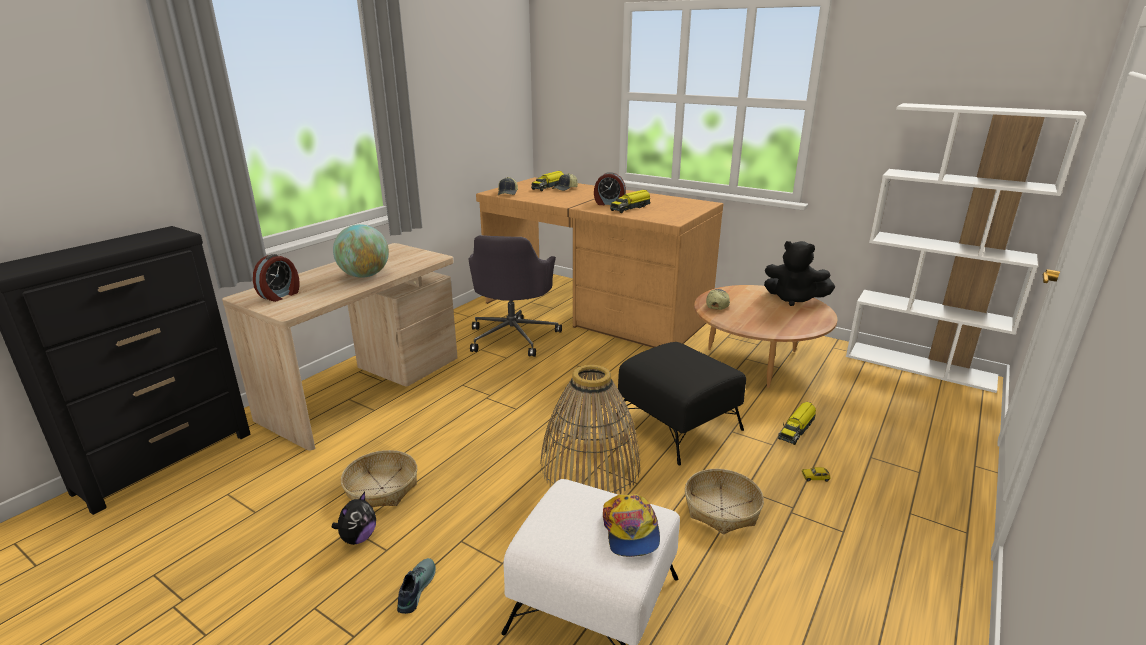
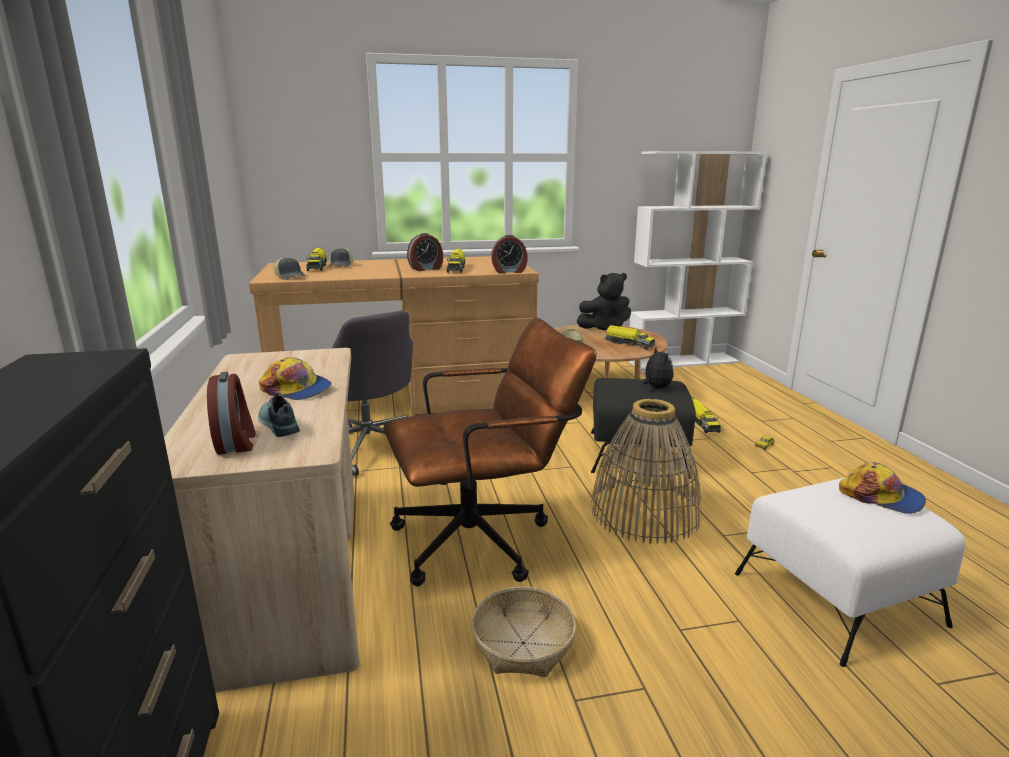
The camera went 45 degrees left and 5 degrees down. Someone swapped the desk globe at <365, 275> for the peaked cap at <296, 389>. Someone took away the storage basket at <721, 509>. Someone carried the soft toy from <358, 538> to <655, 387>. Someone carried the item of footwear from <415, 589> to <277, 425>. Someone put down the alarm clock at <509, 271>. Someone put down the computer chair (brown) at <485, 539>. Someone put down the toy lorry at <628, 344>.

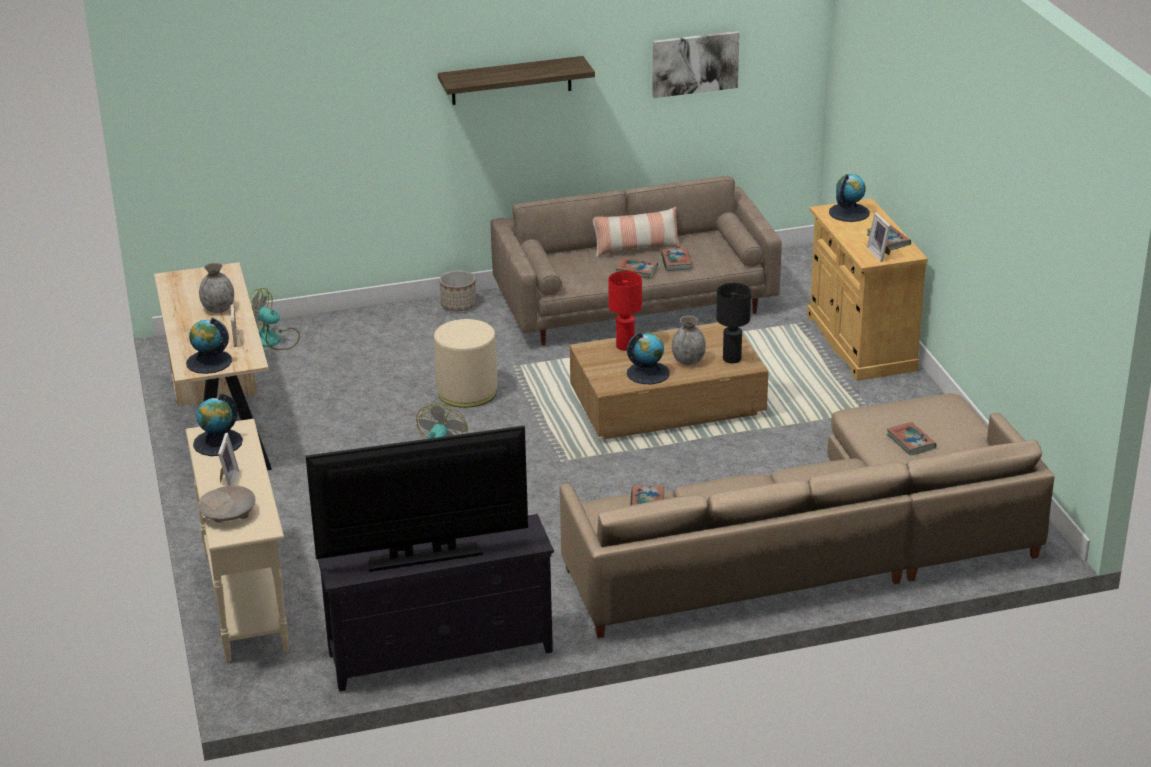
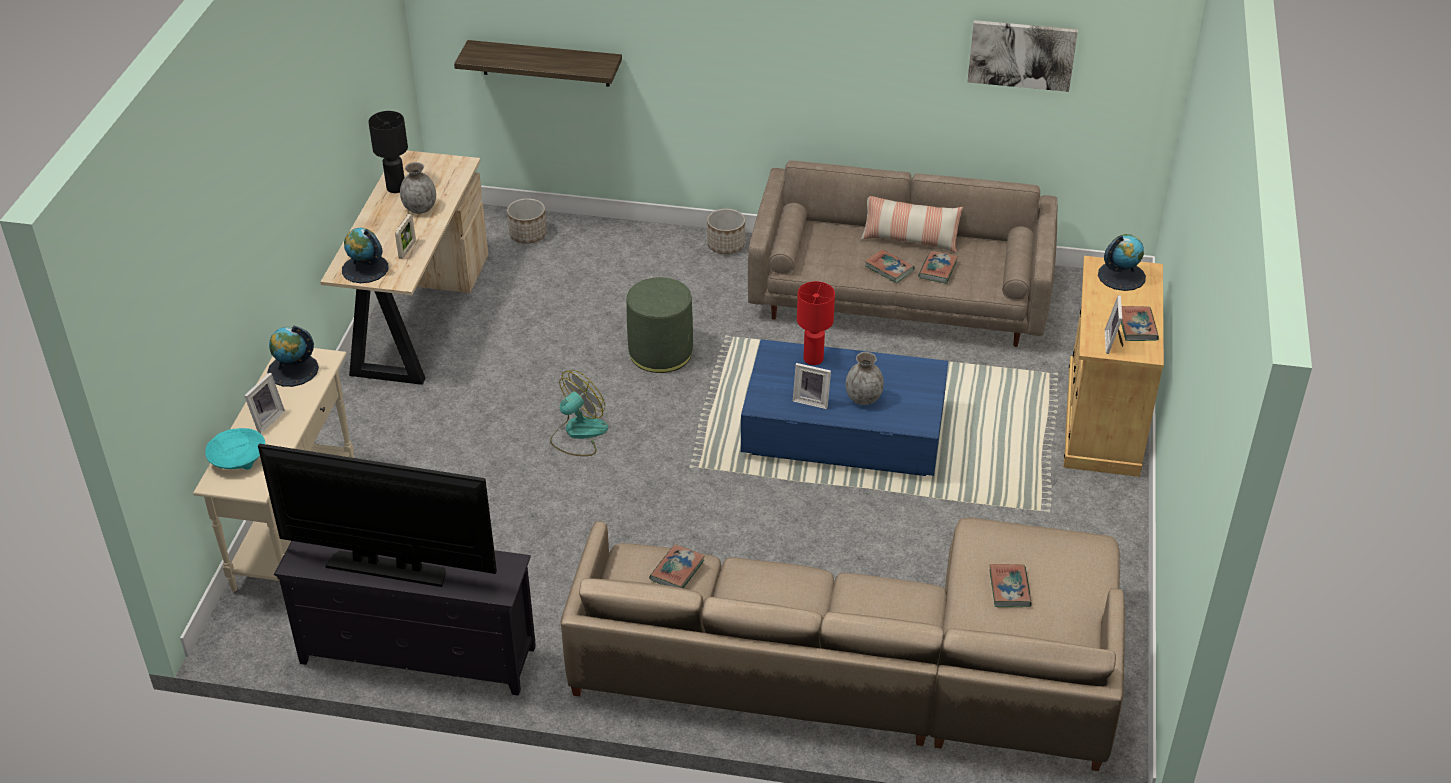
The camera went 25 degrees right and 10 degrees up. Someone carried the wall shelf from <511, 80> to <545, 63>. Someone carried the table lamp (black-coloured) from <732, 359> to <396, 188>. Someone swapped the electric fan at <273, 340> for the flower pot at <528, 235>. Someone repainted the ottoman (sand-coloured) at <467, 392>, which became the ottoman (green-coloured) at <660, 352>. Someone repainted the low table (brown) at <668, 404>, which became the low table (bluish) at <844, 432>. Someone swapped the desk globe at <648, 373> for the standing frame at <811, 400>. Someone repainted the bowl (sand-coloured) at <228, 514>, which became the bowl (blue-green) at <238, 458>.

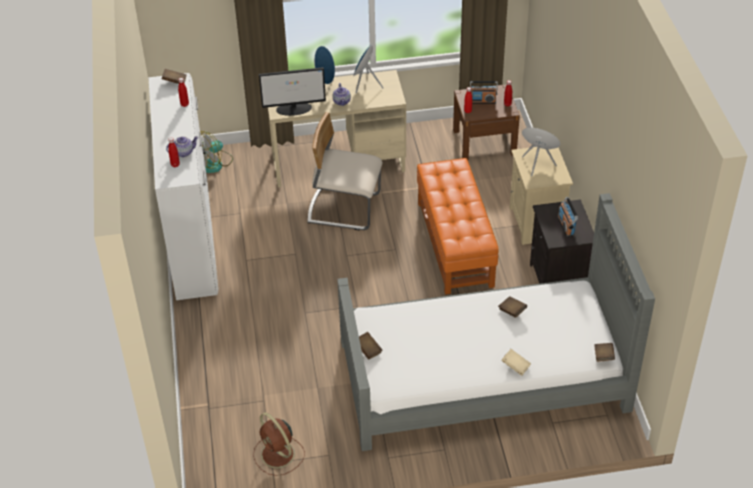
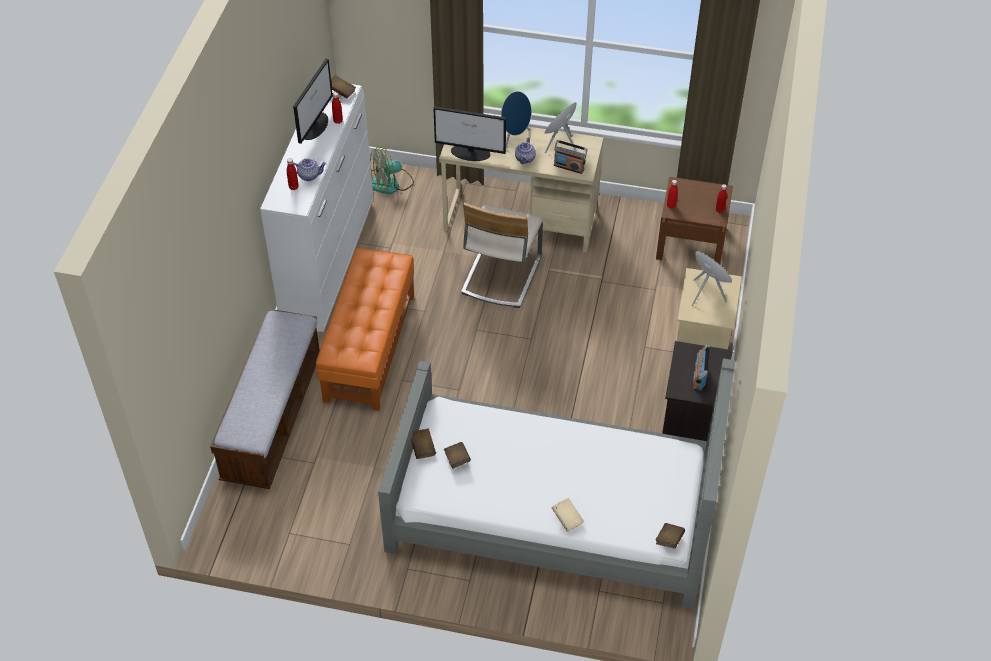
The camera went 20 degrees right and 5 degrees up. Someone carried the radio receiver from <483, 101> to <569, 167>. Someone rotated the upright chair (sand-coloured) at <344, 208> by 105 degrees counterclockwise. Someone carried the ottoman (orangey) from <454, 244> to <369, 347>. Someone carried the volume (brown) from <512, 311> to <457, 459>. Someone took away the electric fan (brown) at <278, 455>. Someone put down the computer display at <314, 125>. Someone put down the indoor bench at <273, 417>.

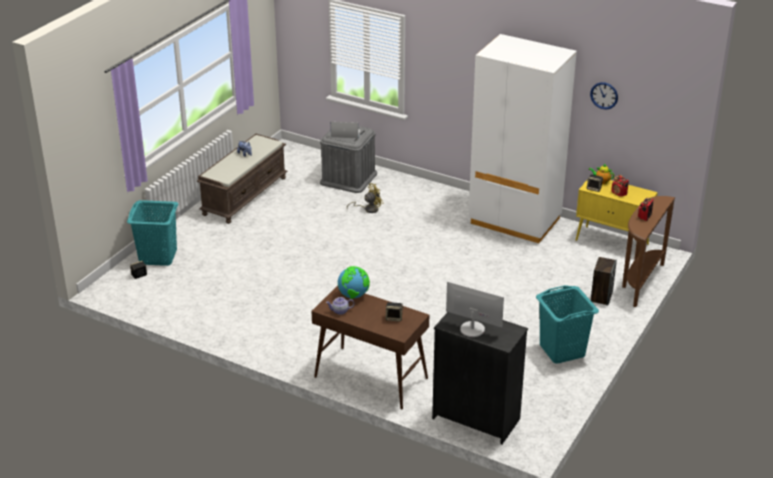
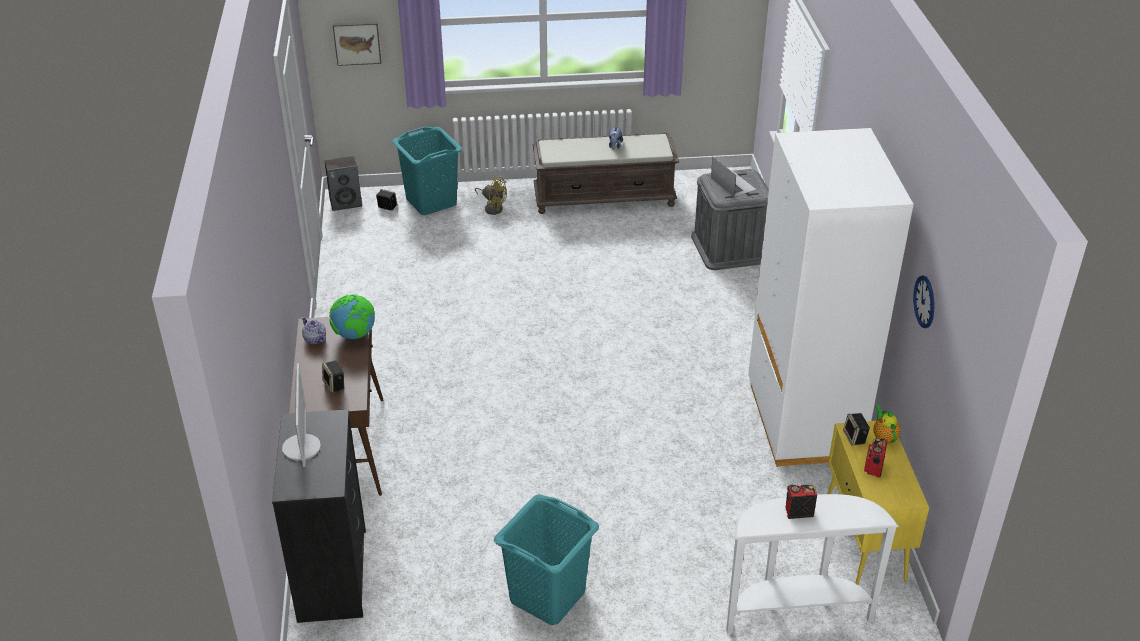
The camera went 55 degrees right and 5 degrees up. Someone carried the electric fan (yellowish) from <368, 209> to <492, 207>. Someone repainted the hall table (brown) at <639, 282>, which became the hall table (whitish) at <795, 612>. Someone carried the speaker from <601, 296> to <346, 203>. Someone put up the picture at <357, 42>.

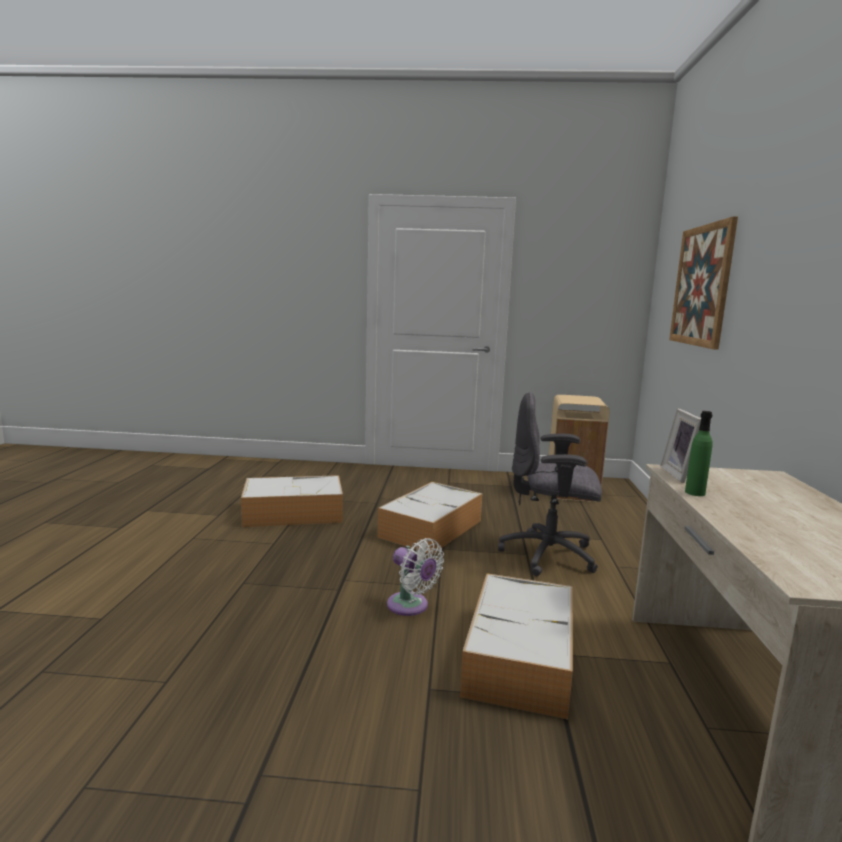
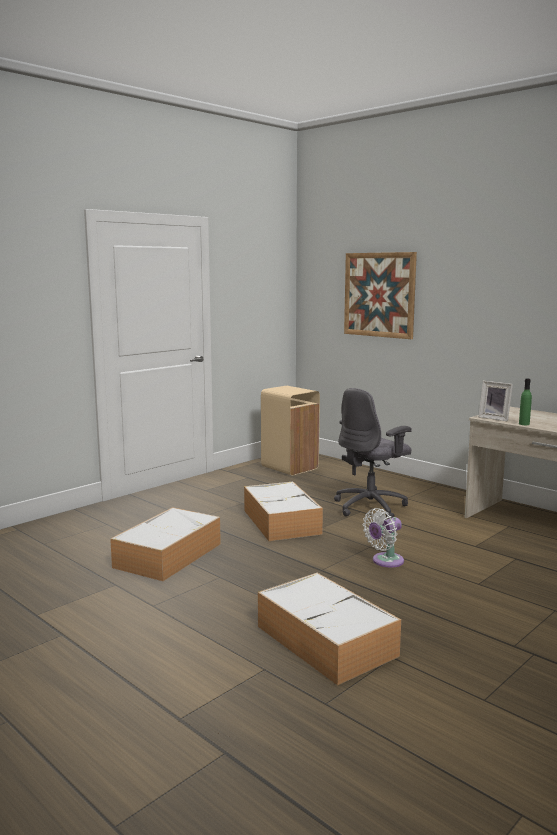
The camera went 50 degrees left and 0 degrees up. Someone rotated the electric fan (whitish) at <410, 606> by 150 degrees clockwise. Someone carried the storage container from <520, 658> to <327, 641>.

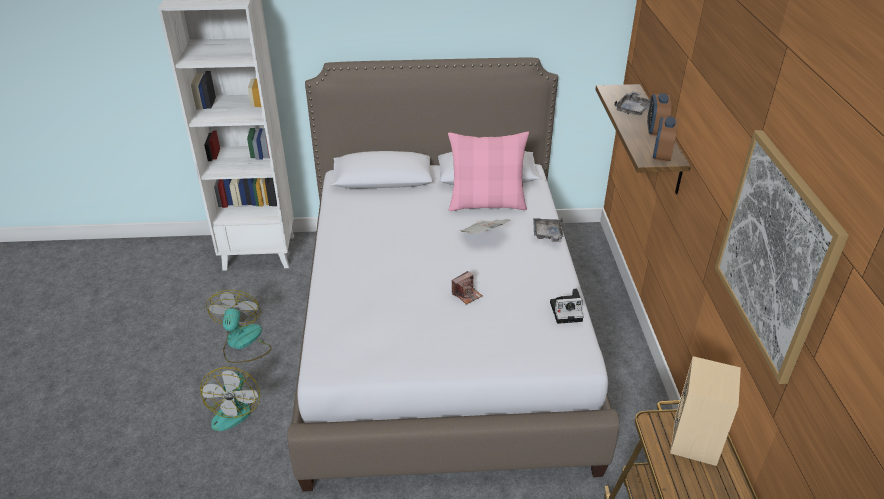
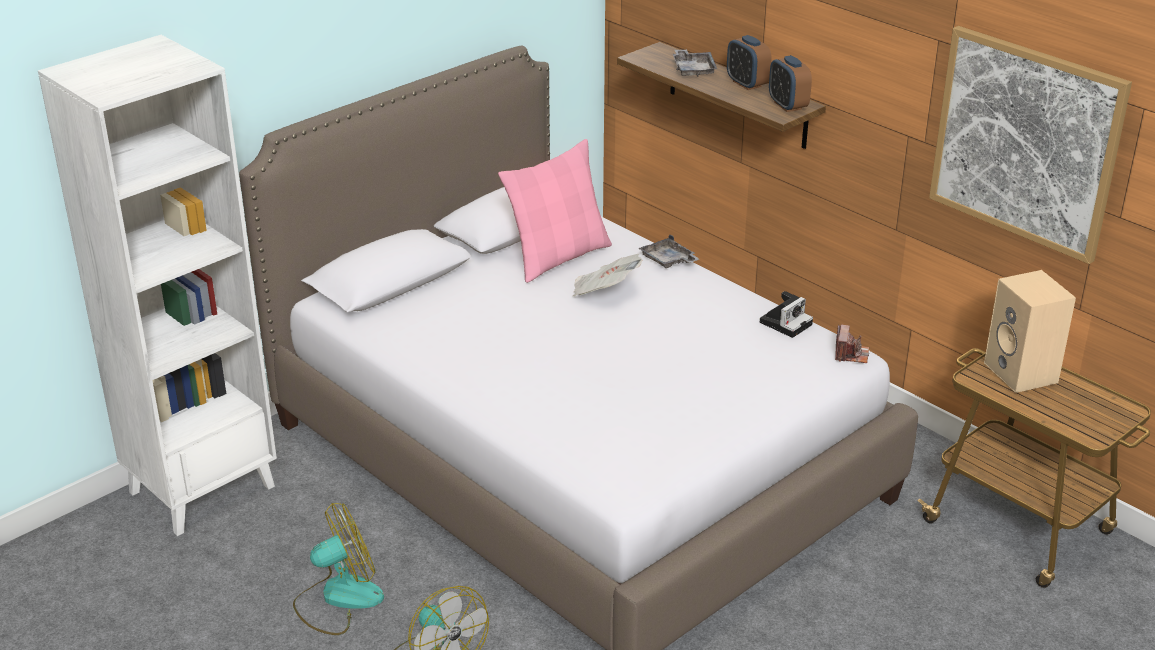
The camera went 40 degrees left and 5 degrees down. Someone carried the photo camera from <466, 294> to <851, 354>. Someone rotated the electric fan at <242, 343> by 105 degrees clockwise.

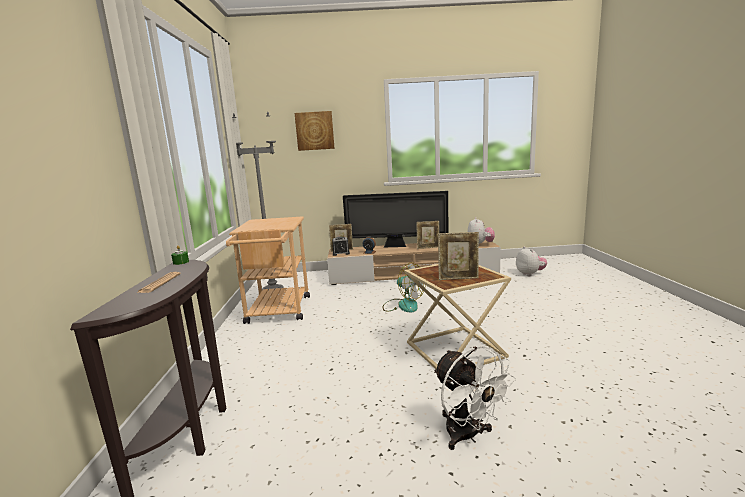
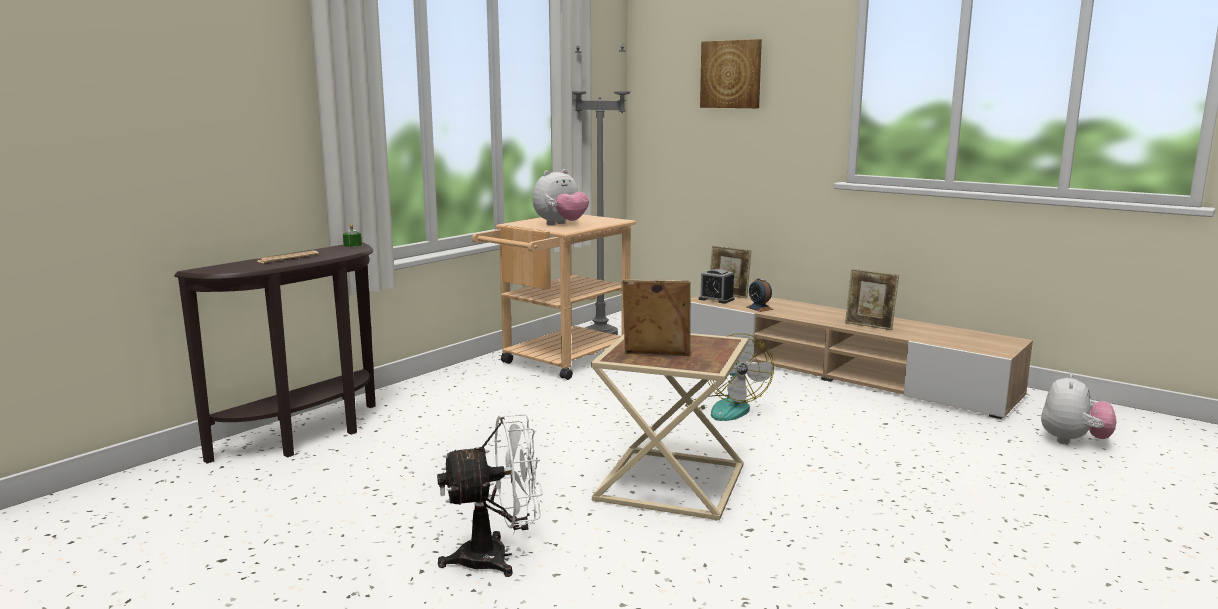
The camera went 40 degrees right and 0 degrees up. Someone took away the TV at <396, 246>. Someone carried the soft toy from <480, 245> to <560, 225>. Someone rotated the standing frame at <458, 278> by 150 degrees clockwise. Someone rotated the electric fan (whitish) at <468, 436> by 120 degrees counterclockwise.

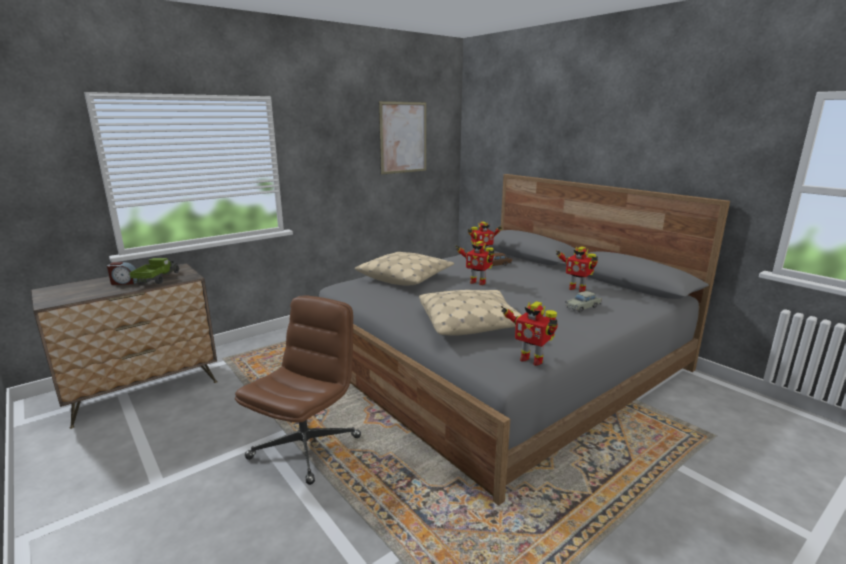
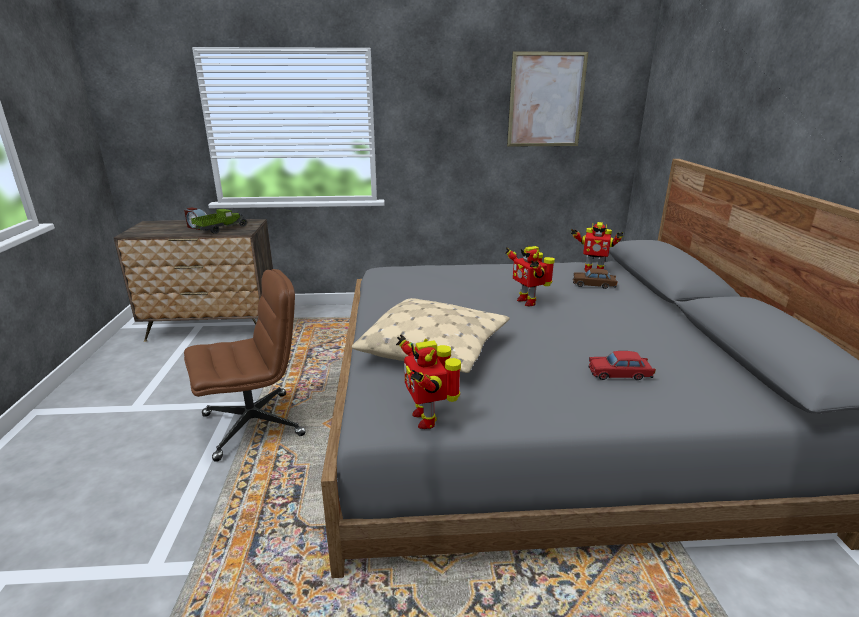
The camera went 35 degrees right and 5 degrees up. Someone took away the robot figure at <576, 289>. Someone took away the cushion (sand-coloured) at <405, 277>. Someone repainted the miniature car (sand-coloured) at <583, 307>, which became the miniature car (red) at <619, 374>.

